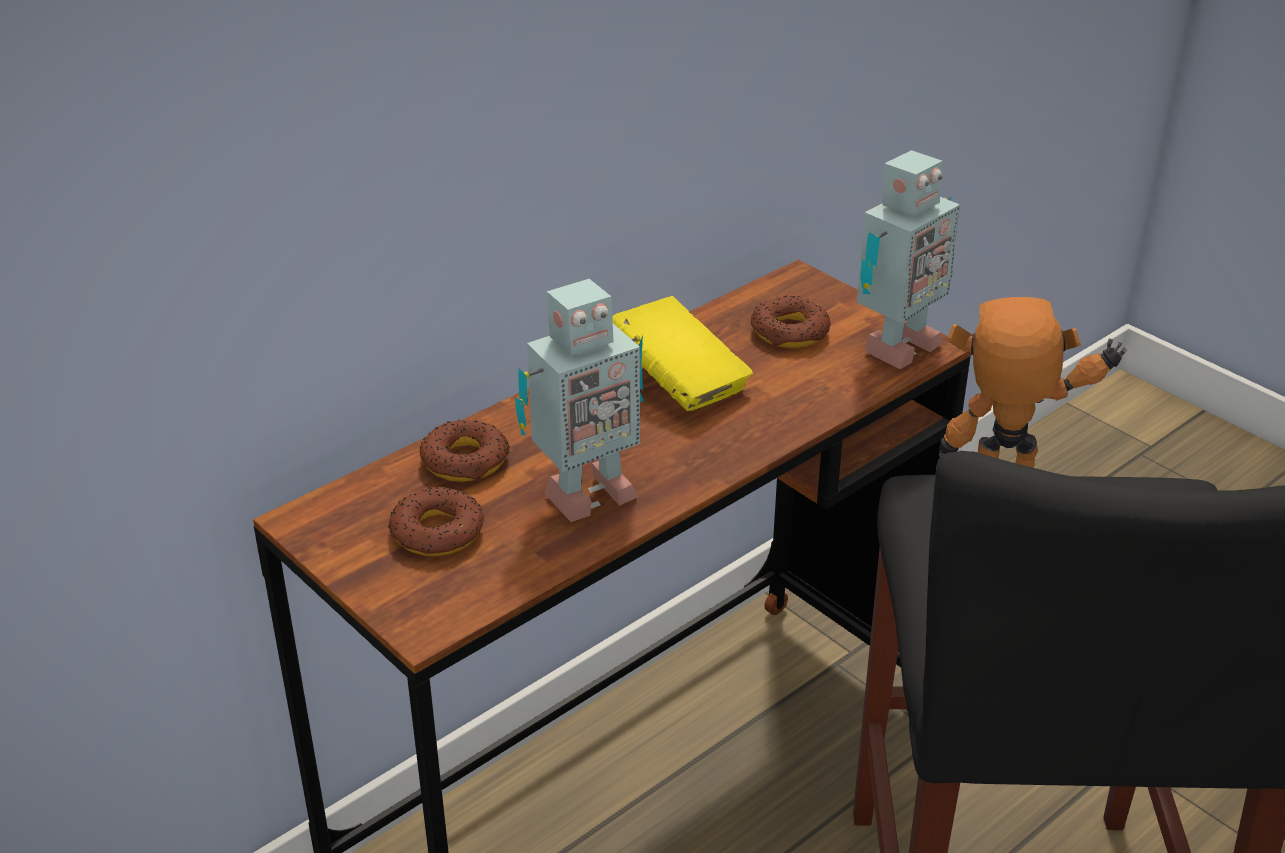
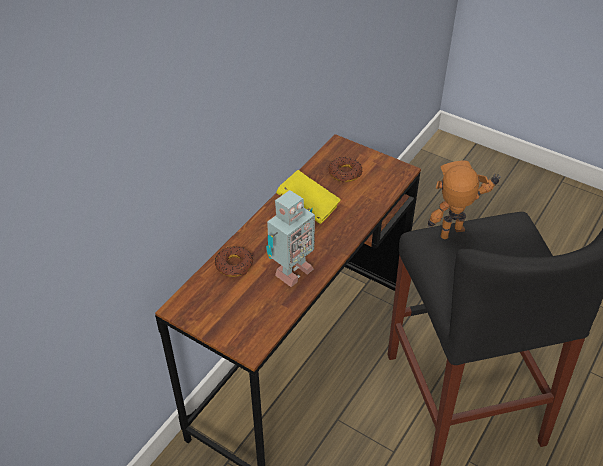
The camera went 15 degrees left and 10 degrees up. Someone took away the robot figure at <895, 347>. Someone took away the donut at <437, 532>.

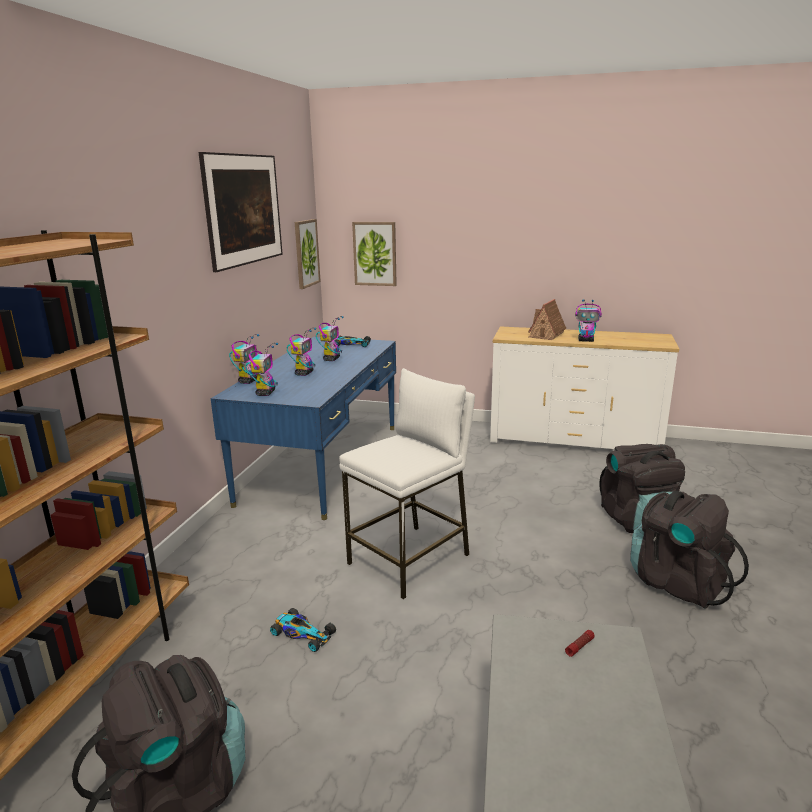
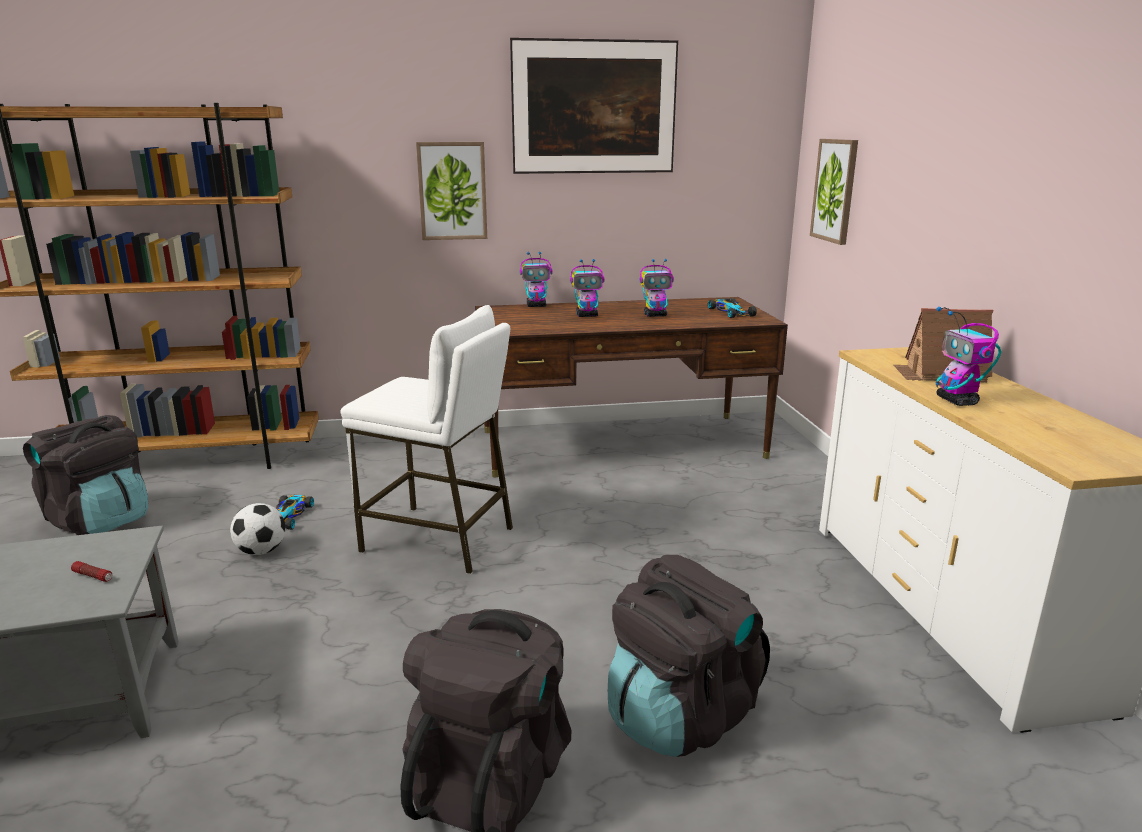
The camera went 65 degrees right and 0 degrees up. Someone carried the picture from <306, 253> to <452, 191>. Someone repainted the desk table (bluish) at <322, 463>, which became the desk table (brown) at <621, 444>. Someone took away the robot figure at <265, 393>. Someone put down the ball for football at <261, 551>.

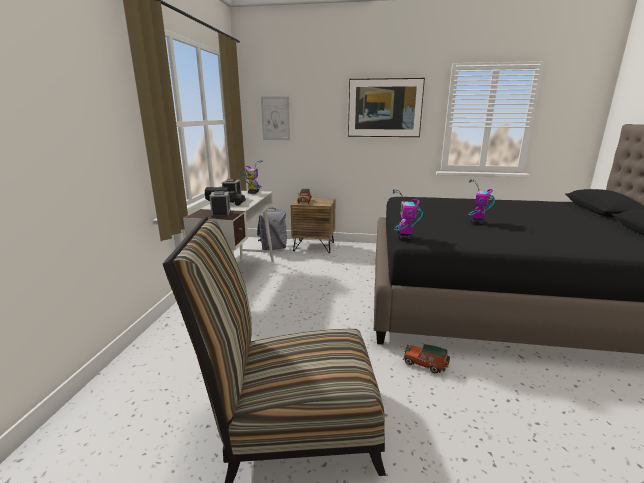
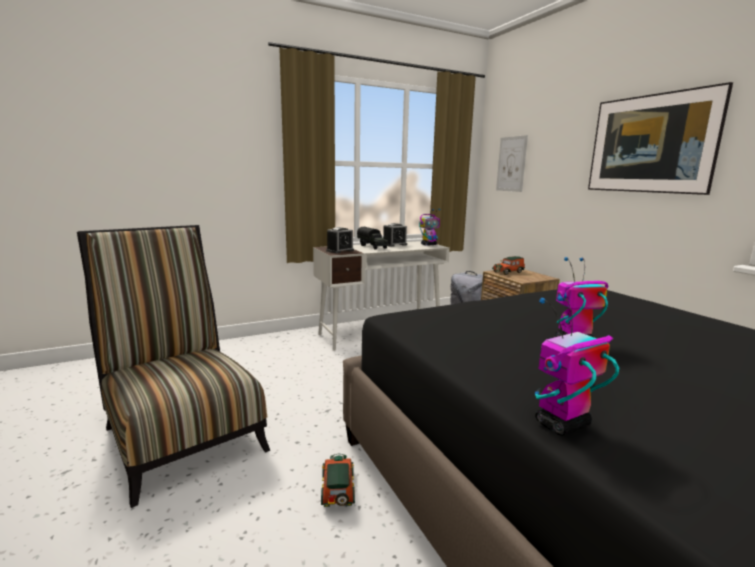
The camera went 55 degrees right and 5 degrees down. Someone carried the robot figure from <405, 237> to <561, 425>.

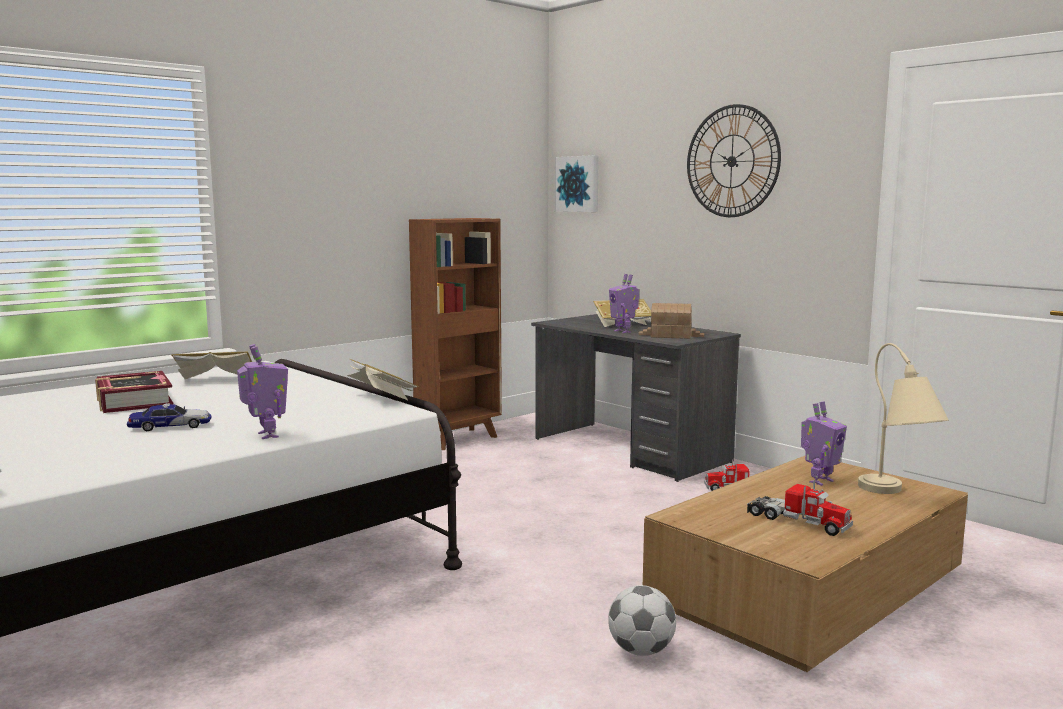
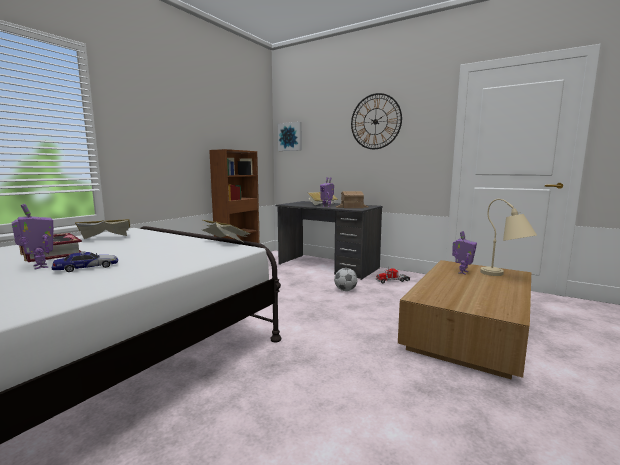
The camera went 15 degrees left and 0 degrees up. Someone carried the robot figure from <266, 435> to <39, 267>. Someone took away the toy lorry at <797, 521>. Someone carried the ball for football from <641, 651> to <345, 290>.

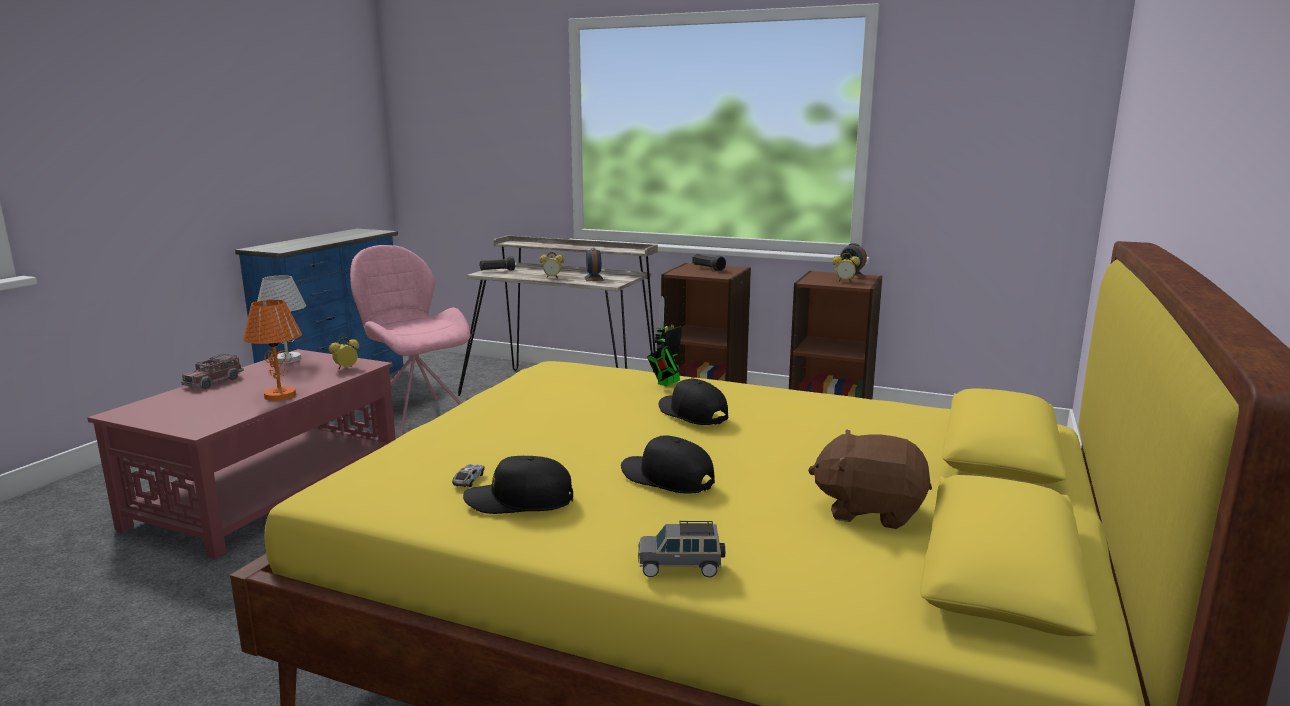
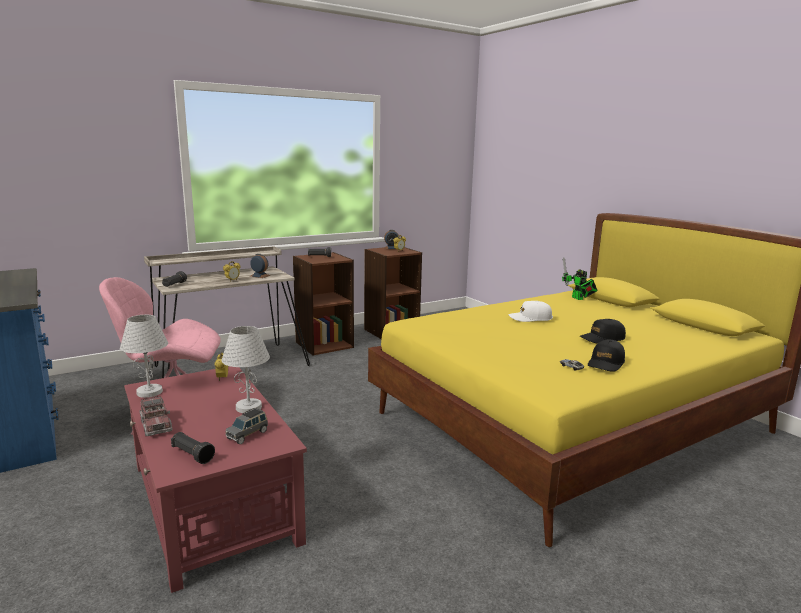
The camera went 55 degrees left and 0 degrees up. Someone carried the robot figure from <666, 383> to <578, 298>. Someone repainted the table lamp (orangey) at <280, 395>, which became the table lamp (whitish) at <248, 407>. Someone repainted the peaked cap (black-coloured) at <692, 413>, which became the peaked cap (whitish) at <530, 318>. Someone took away the soft toy (brown) at <869, 510>. Someone carried the miniature car (grey) from <681, 567> to <248, 435>. Someone put down the torch (black-coloured) at <192, 455>.

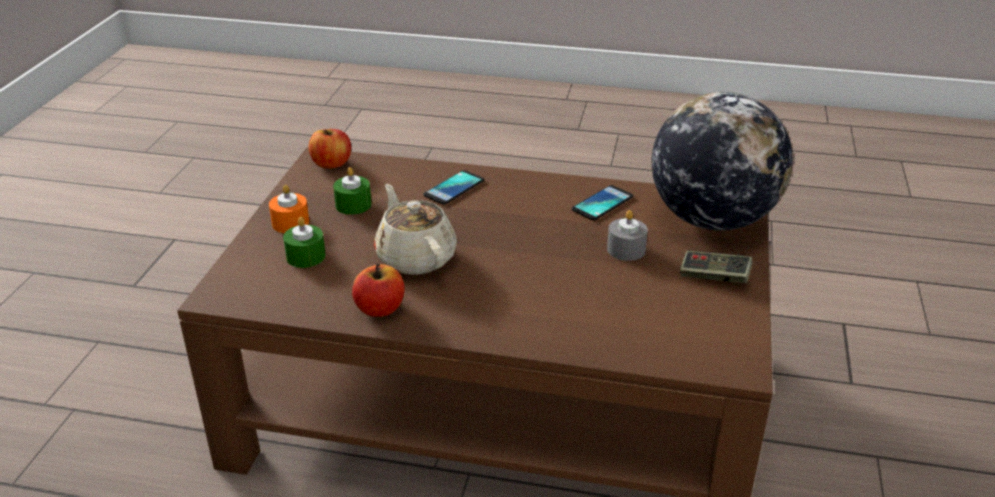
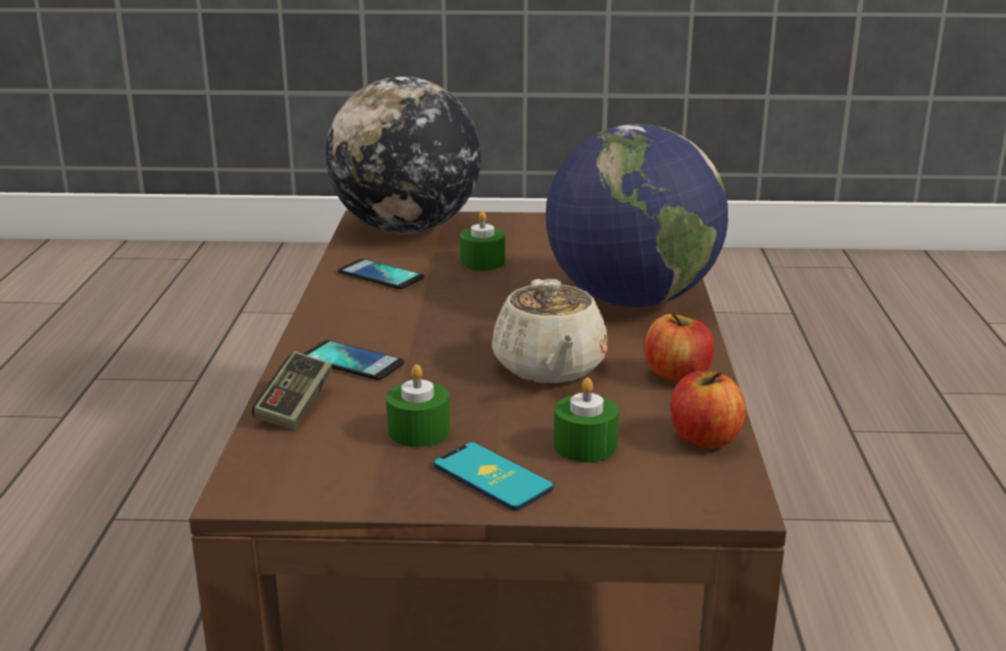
The camera went 100 degrees left and 10 degrees down. Someone carried the whole apple from <331, 164> to <704, 438>. Someone rotated the tea pot (sand-coloured) at <415, 257> by 60 degrees counterclockwise. Someone swapped the wax candle (orangey) at <290, 223> for the telephone at <492, 477>. Someone repainted the wax candle (grey) at <626, 249>, which became the wax candle (green-coloured) at <482, 262>. Someone carried the joypad from <714, 277> to <295, 406>. Someone put down the desk globe at <631, 300>.

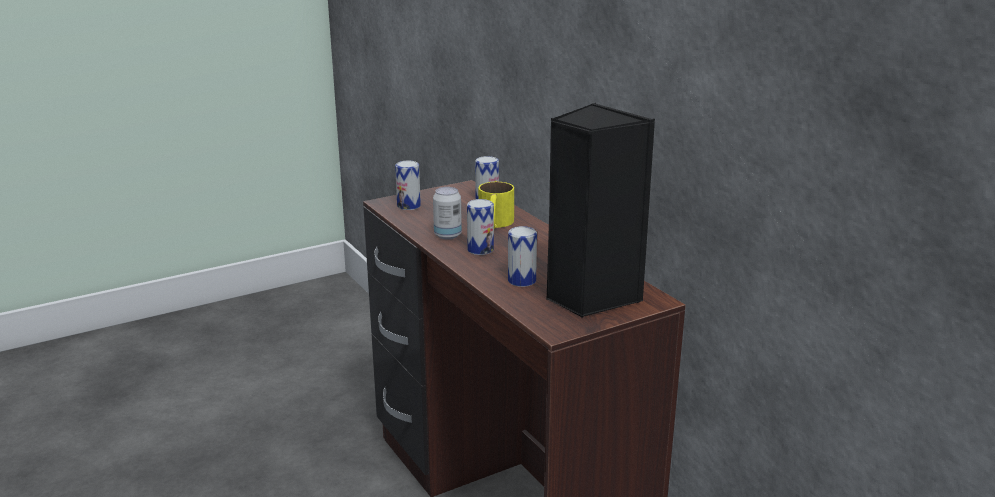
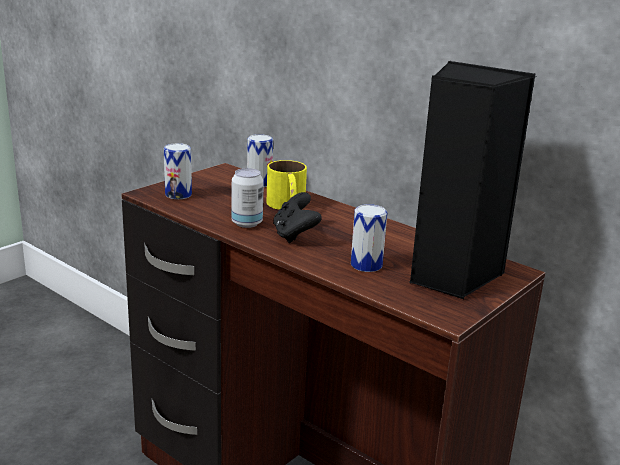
The camera went 20 degrees left and 0 degrees up. Someone swapped the metal can at <480, 249> for the joypad (black-coloured) at <294, 235>.

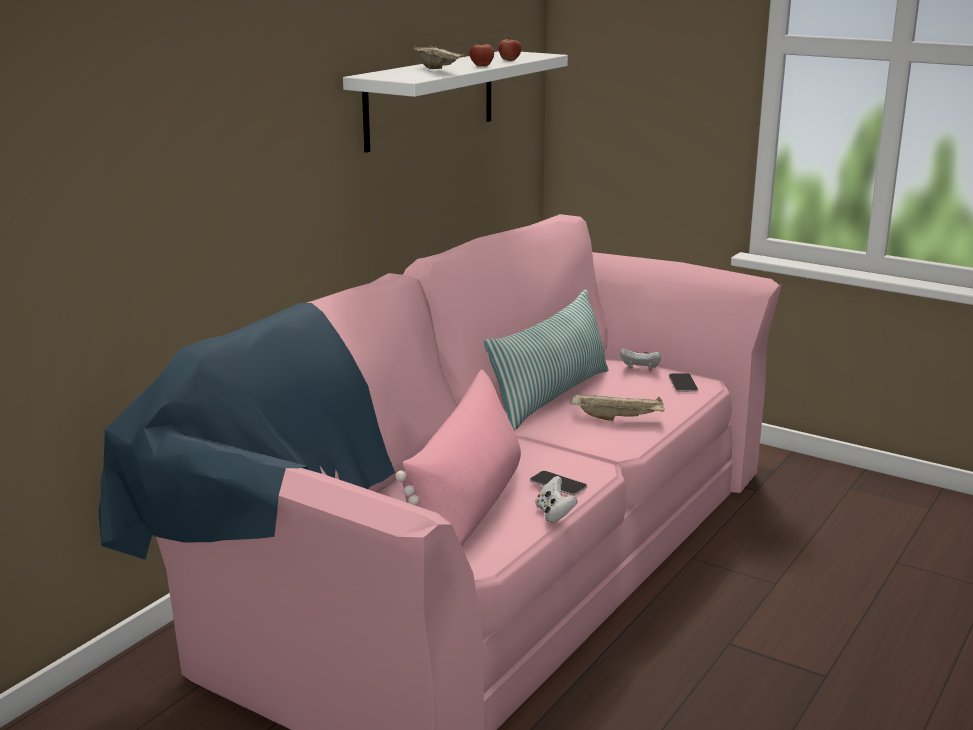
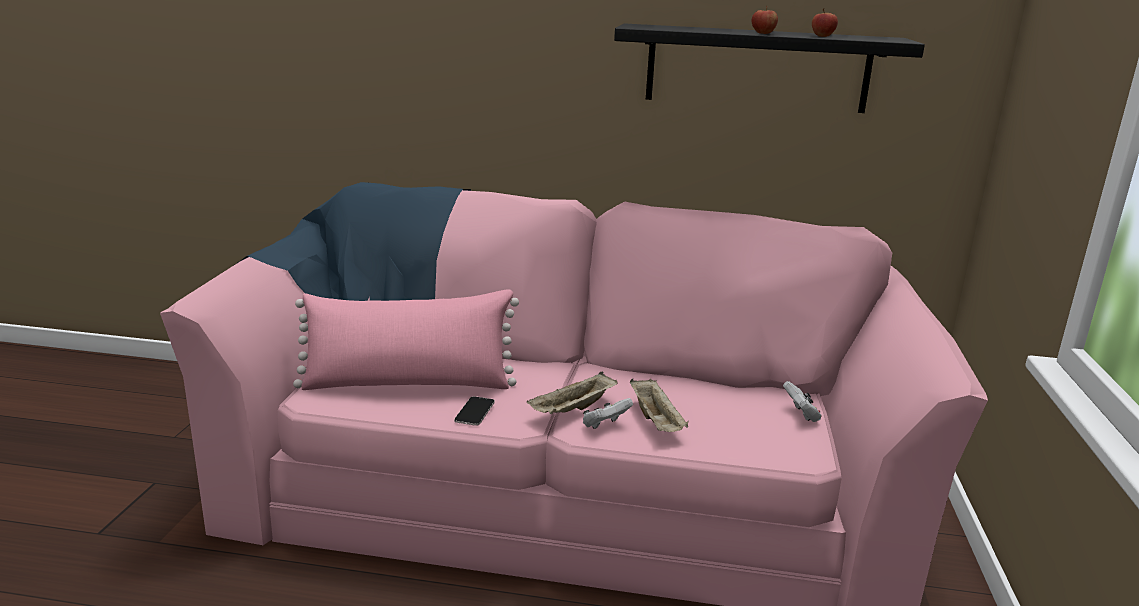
The camera went 65 degrees right and 0 degrees up. Someone carried the carrying tray (sand-coloured) from <438, 69> to <573, 410>. Someone repainted the wall shelf (whitish) at <430, 99>, which became the wall shelf (black-coloured) at <757, 68>. Someone took away the cushion at <550, 396>. Someone took away the telephone at <683, 383>. Someone carried the joypad (whitish) from <554, 514> to <605, 425>.

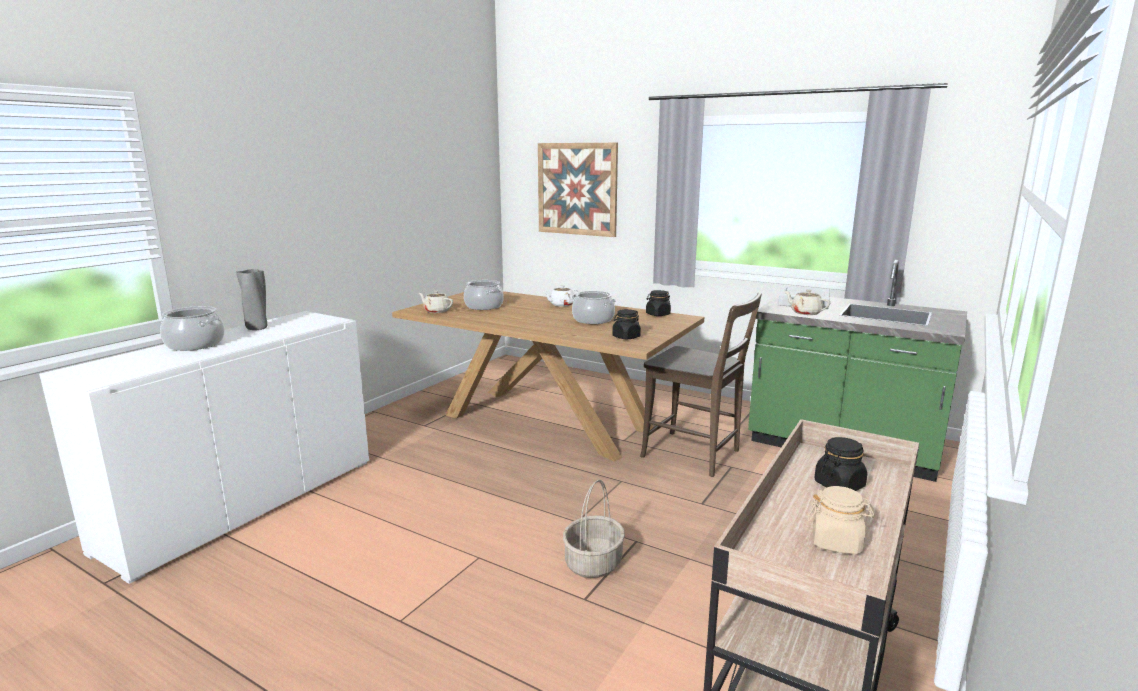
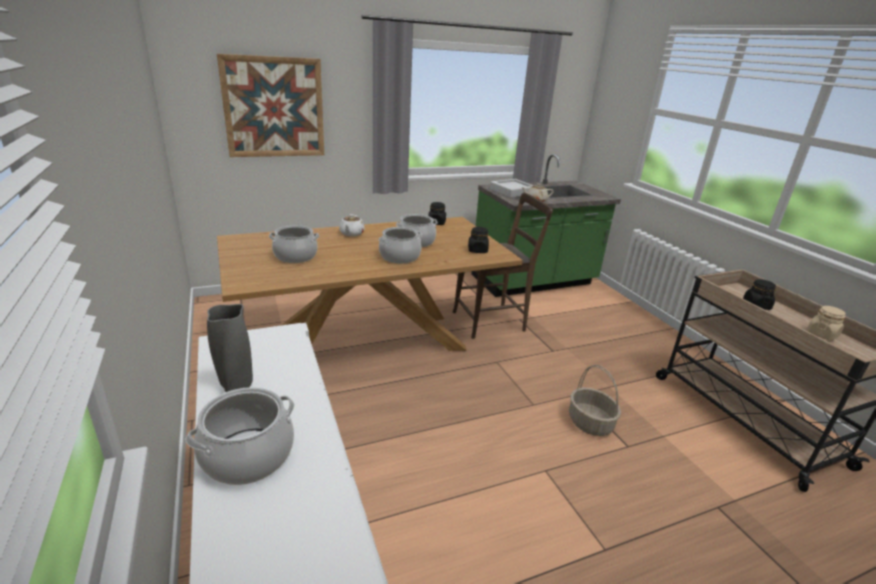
The camera went 55 degrees left and 10 degrees up. Someone took away the tea pot (sand-coloured) at <436, 311>. Someone put down the cooking pot at <399, 257>.

